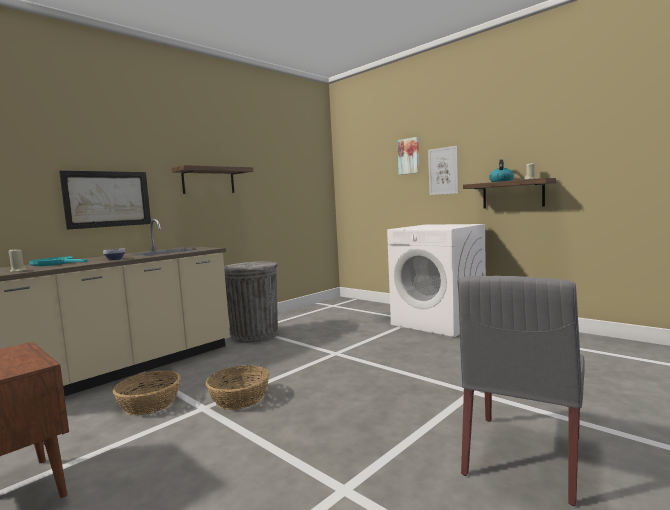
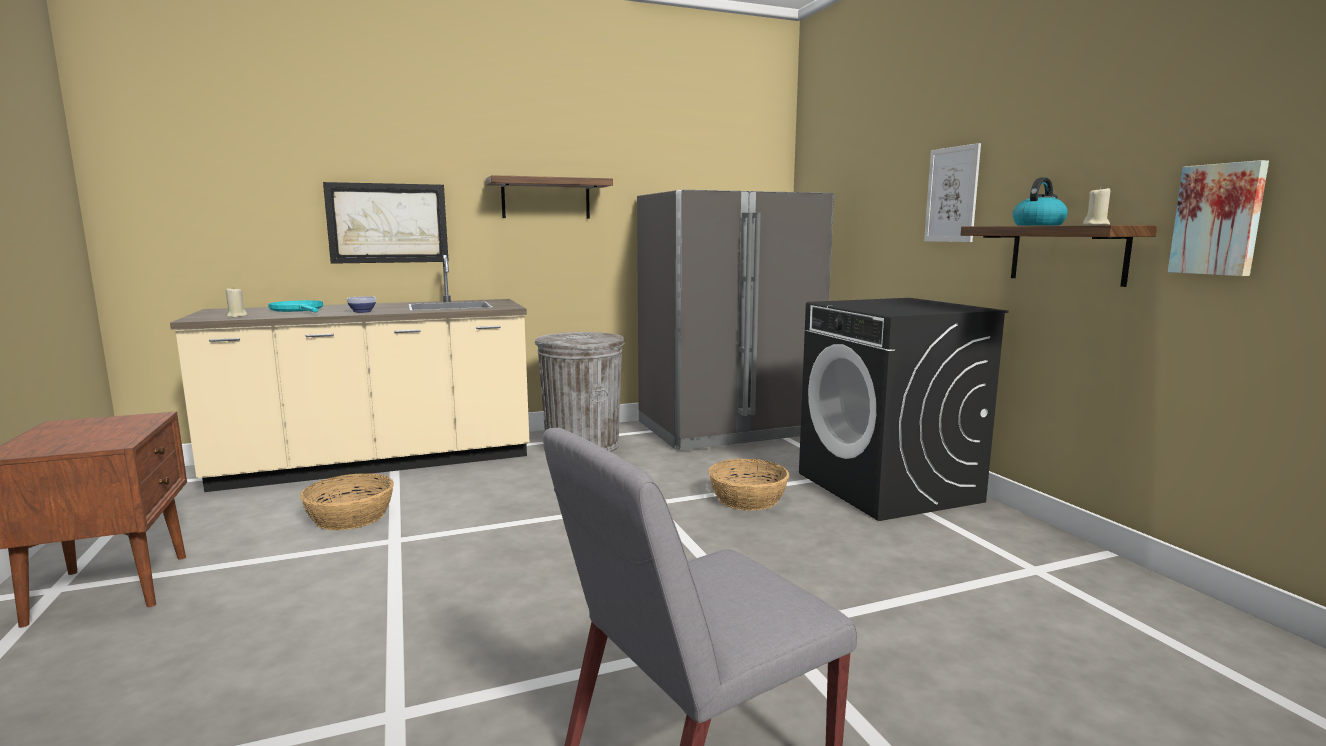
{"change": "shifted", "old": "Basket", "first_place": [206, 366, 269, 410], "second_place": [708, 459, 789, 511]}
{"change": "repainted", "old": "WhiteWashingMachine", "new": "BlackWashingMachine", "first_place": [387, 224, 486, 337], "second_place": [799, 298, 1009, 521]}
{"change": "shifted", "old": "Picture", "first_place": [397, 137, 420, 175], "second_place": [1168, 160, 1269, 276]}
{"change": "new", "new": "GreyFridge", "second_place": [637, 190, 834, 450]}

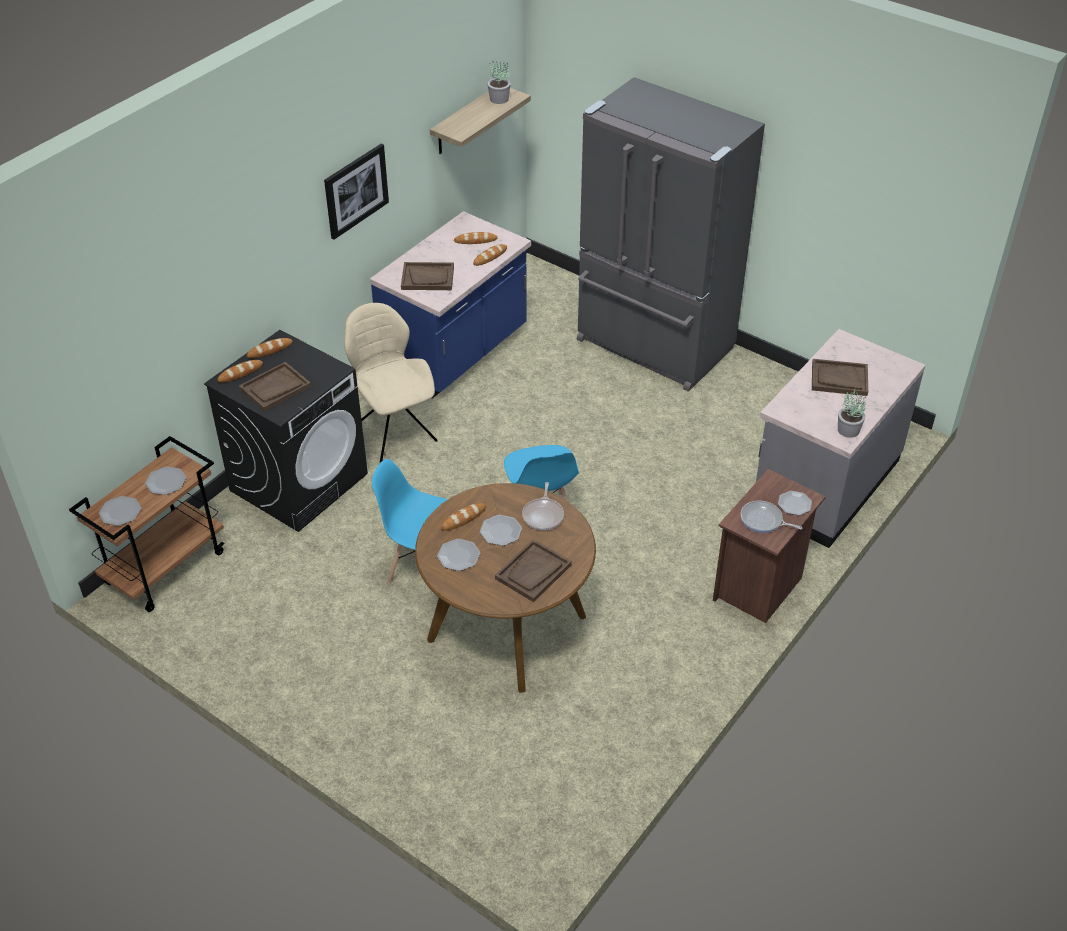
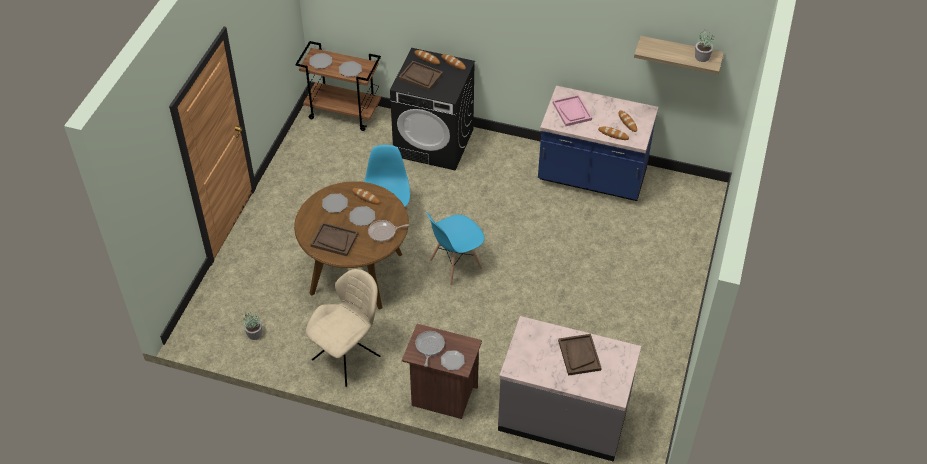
{"change": "gone", "old": "Picture", "first_place": [324, 144, 389, 240]}
{"change": "shifted", "old": "BeigeChair", "first_place": [344, 303, 438, 462], "second_place": [305, 269, 380, 387]}
{"change": "repainted", "old": "BrownTray", "new": "PinkTray", "first_place": [401, 262, 454, 290], "second_place": [553, 94, 592, 126]}
{"change": "gone", "old": "GreyFridge", "first_place": [577, 77, 765, 392]}
{"change": "shifted", "old": "PottedPlant", "first_place": [838, 388, 866, 438], "second_place": [243, 311, 262, 340]}

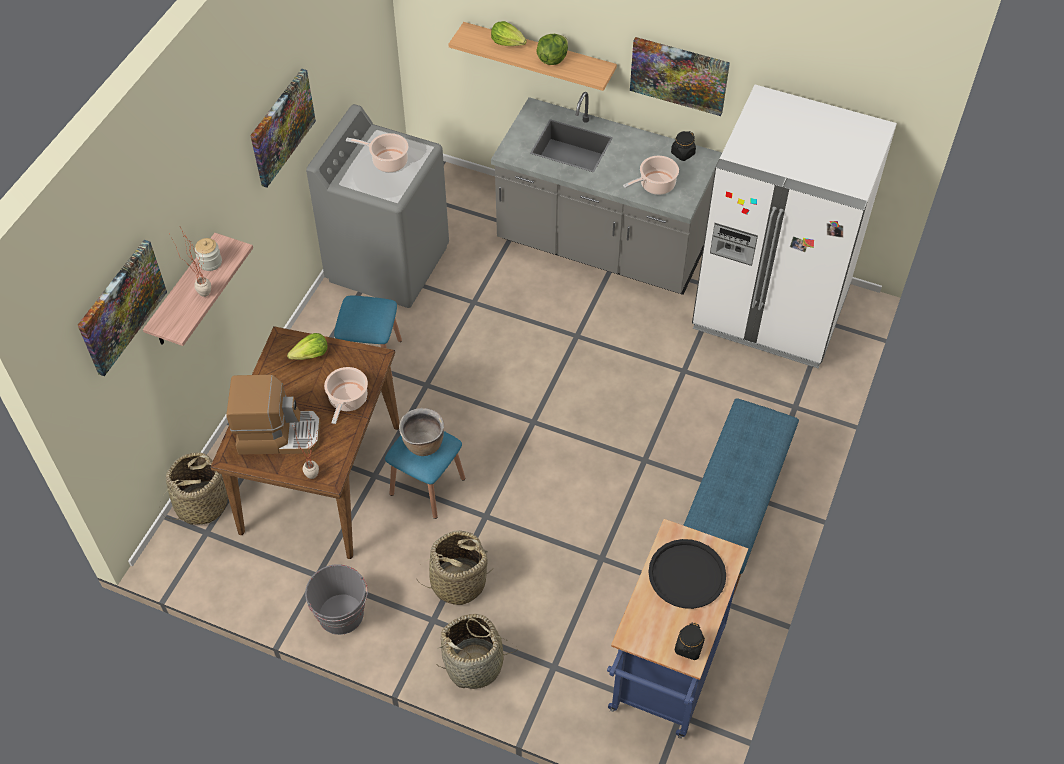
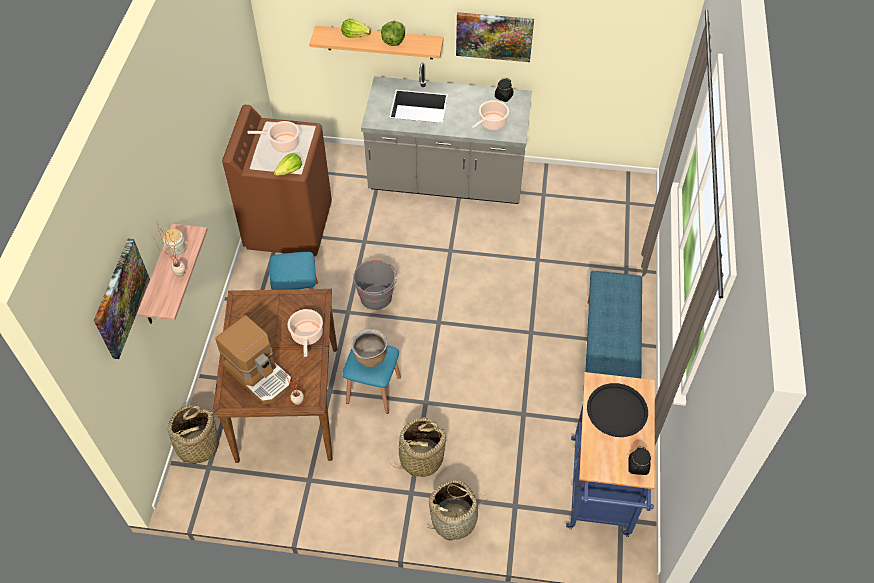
{"change": "rotated", "old": "CoffeeMachine", "first_place": [226, 375, 321, 455], "second_place": [215, 315, 292, 404], "degrees": 60}
{"change": "gone", "old": "Picture", "first_place": [250, 69, 316, 187]}
{"change": "shifted", "old": "Lettuce", "first_place": [287, 333, 328, 360], "second_place": [274, 153, 302, 176]}
{"change": "shifted", "old": "GreyBucket", "first_place": [305, 564, 368, 635], "second_place": [353, 260, 397, 310]}
{"change": "repainted", "old": "GreyWashingMachine", "new": "BrownWashingMachine", "first_place": [306, 104, 449, 308], "second_place": [222, 105, 332, 257]}
{"change": "gone", "old": "WhiteFridge", "first_place": [692, 85, 897, 368]}

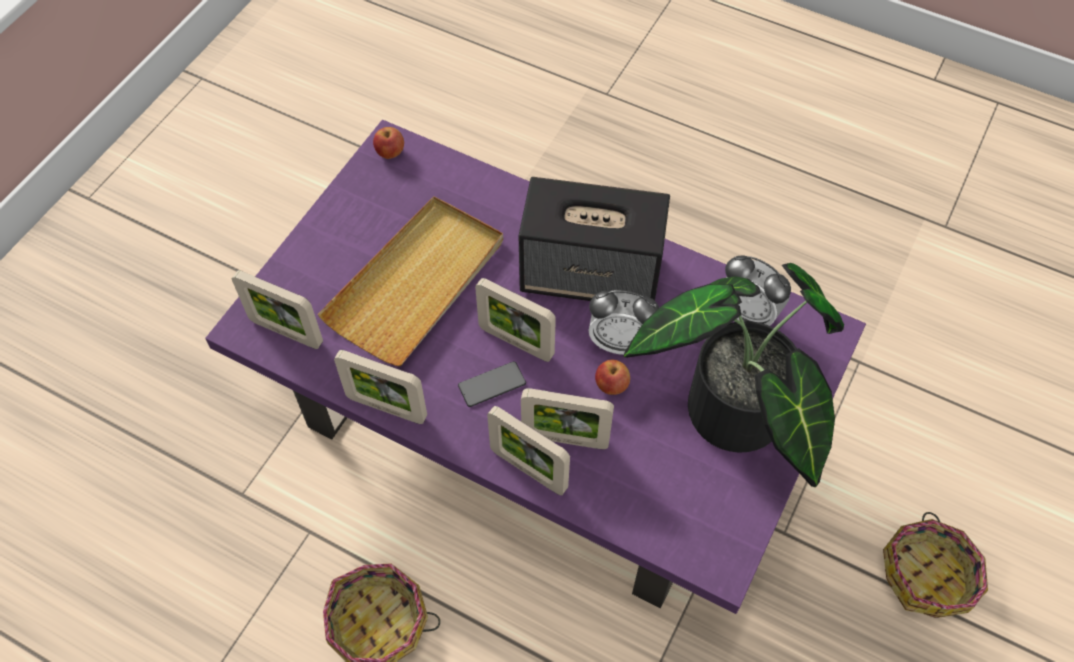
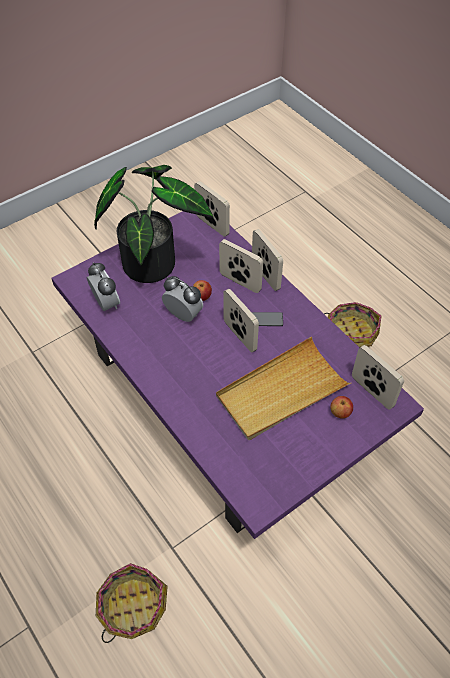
{"change": "shifted", "old": "PictureFrame", "first_place": [334, 350, 427, 424], "second_place": [194, 181, 230, 237]}
{"change": "shifted", "old": "Apple", "first_place": [373, 127, 404, 159], "second_place": [330, 396, 353, 419]}
{"change": "gone", "old": "Speaker", "first_place": [519, 177, 670, 301]}
{"change": "shifted", "old": "Basket", "first_place": [883, 512, 988, 618], "second_place": [96, 563, 168, 643]}

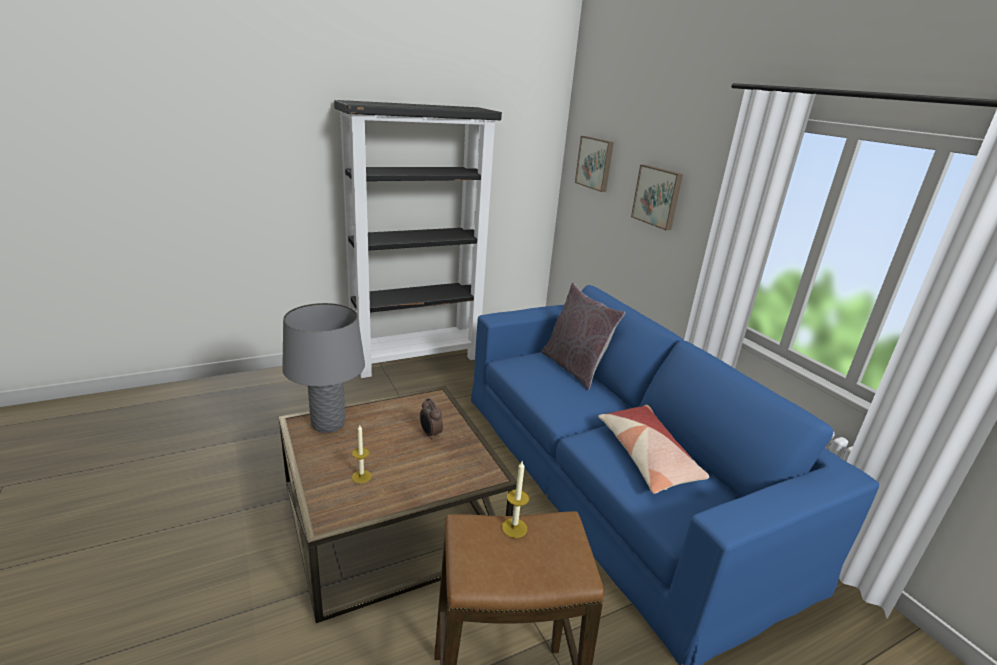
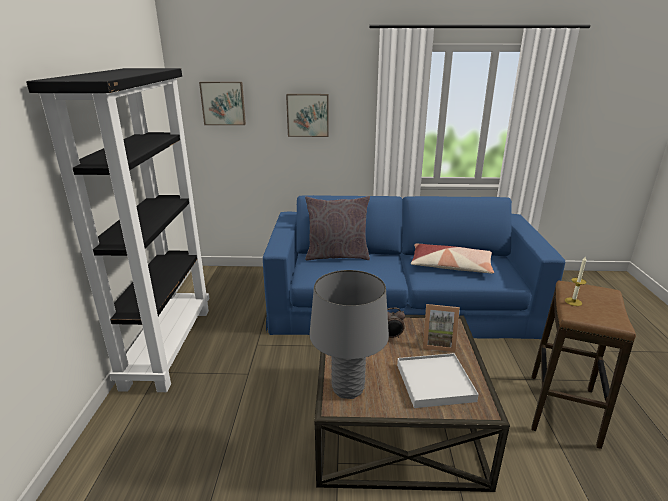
{"change": "swapped", "old": "Candle", "new": "WhiteTray", "first_place": [352, 425, 372, 483], "second_place": [397, 353, 479, 408]}
{"change": "new", "new": "PictureFrame", "second_place": [423, 304, 460, 353]}

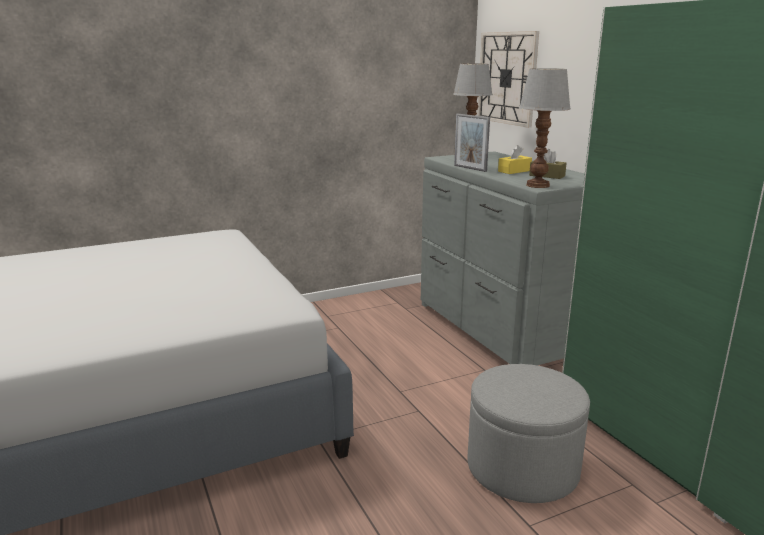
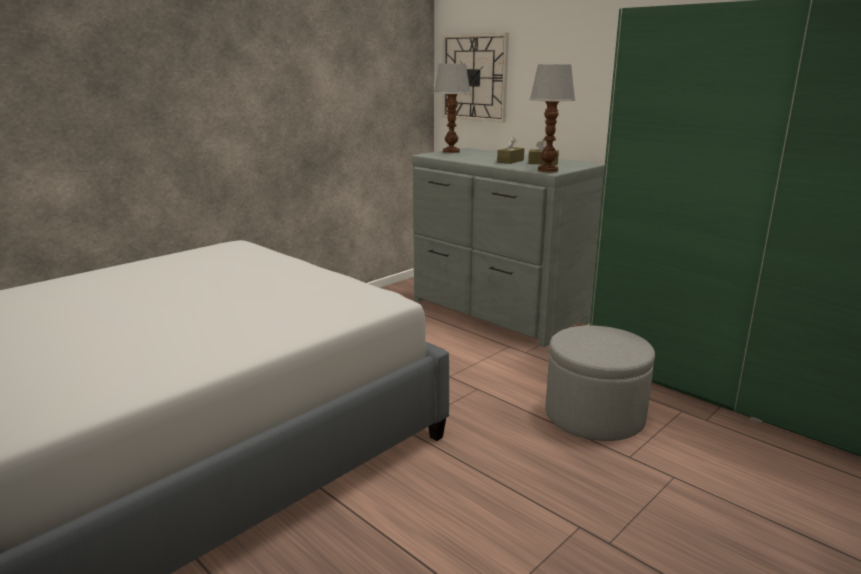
{"change": "gone", "old": "PictureFrame", "first_place": [454, 114, 490, 172]}
{"change": "repainted", "old": "YellowTissueBox", "new": "BrownTissueBox", "first_place": [498, 145, 532, 174], "second_place": [497, 137, 524, 164]}

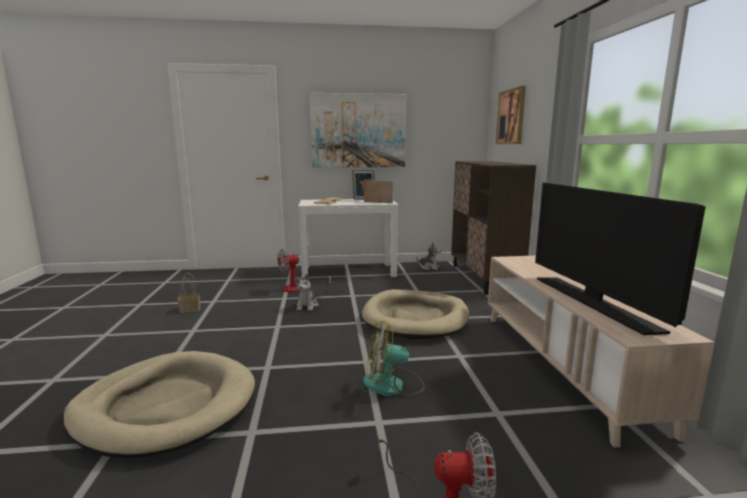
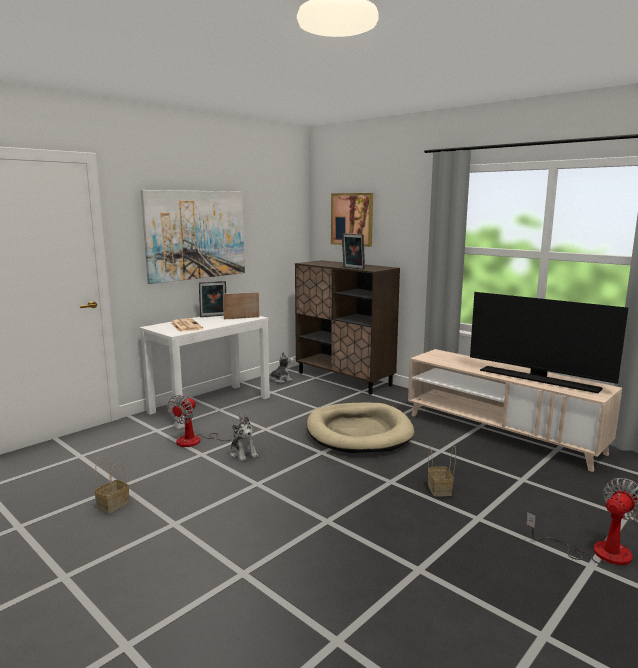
{"change": "gone", "old": "BeigeDogBed", "first_place": [63, 351, 255, 459]}
{"change": "swapped", "old": "Fan", "new": "Basket", "first_place": [363, 321, 425, 396], "second_place": [428, 446, 456, 496]}
{"change": "new", "new": "PictureFrame", "second_place": [342, 233, 365, 269]}

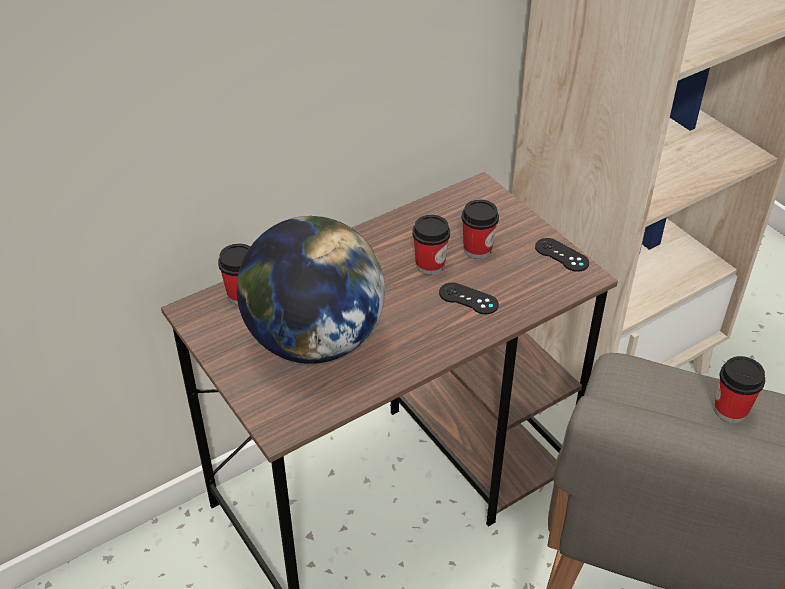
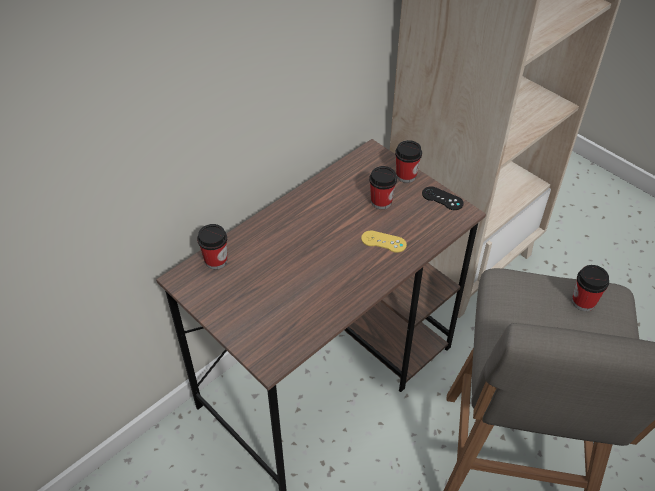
{"change": "gone", "old": "Globe", "first_place": [237, 216, 385, 364]}
{"change": "shifted", "old": "Cup", "first_place": [412, 215, 450, 275], "second_place": [395, 140, 422, 183]}
{"change": "repainted", "old": "BlackGameController", "new": "YellowGameController", "first_place": [439, 283, 499, 314], "second_place": [361, 231, 407, 253]}

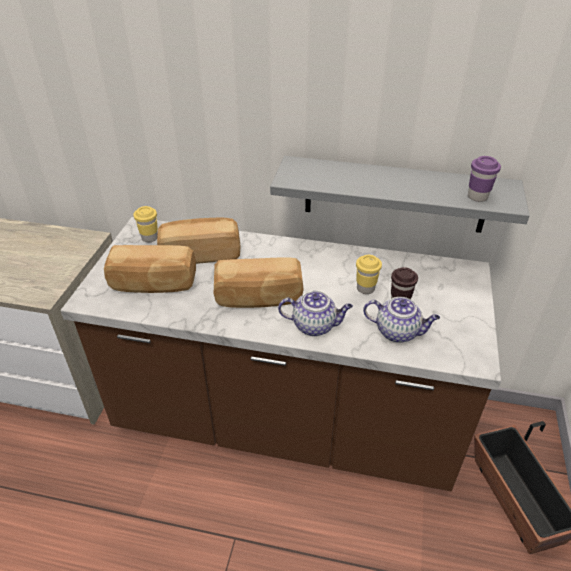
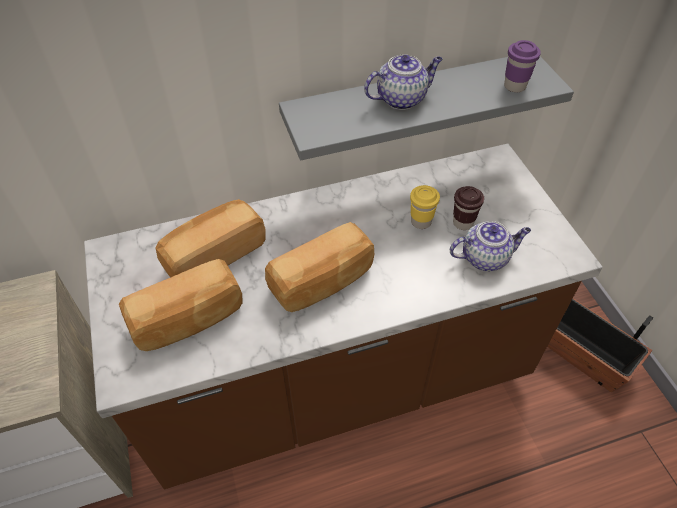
{"change": "gone", "old": "YellowCup", "first_place": [133, 206, 158, 242]}
{"change": "shifted", "old": "Teapot", "first_place": [278, 291, 353, 336], "second_place": [364, 54, 443, 110]}

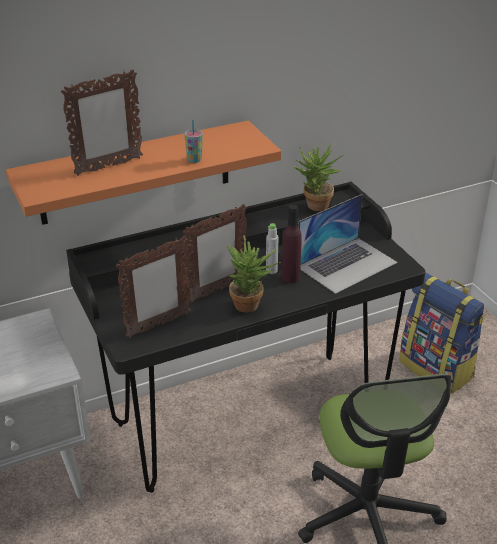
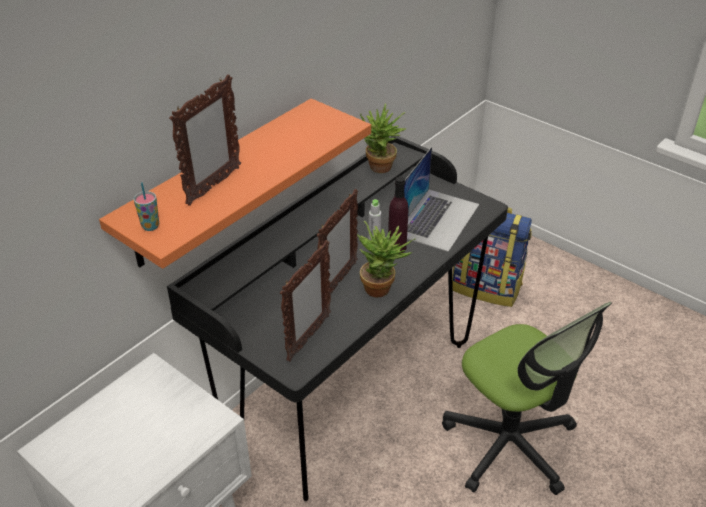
{"change": "shifted", "old": "Cup", "first_place": [184, 119, 203, 163], "second_place": [134, 182, 159, 231]}

